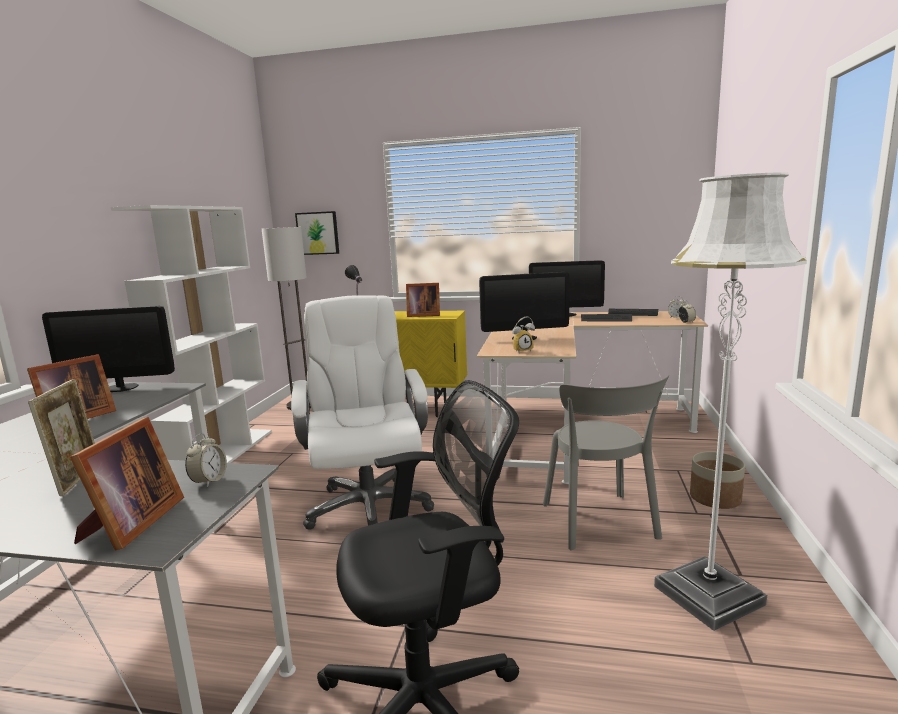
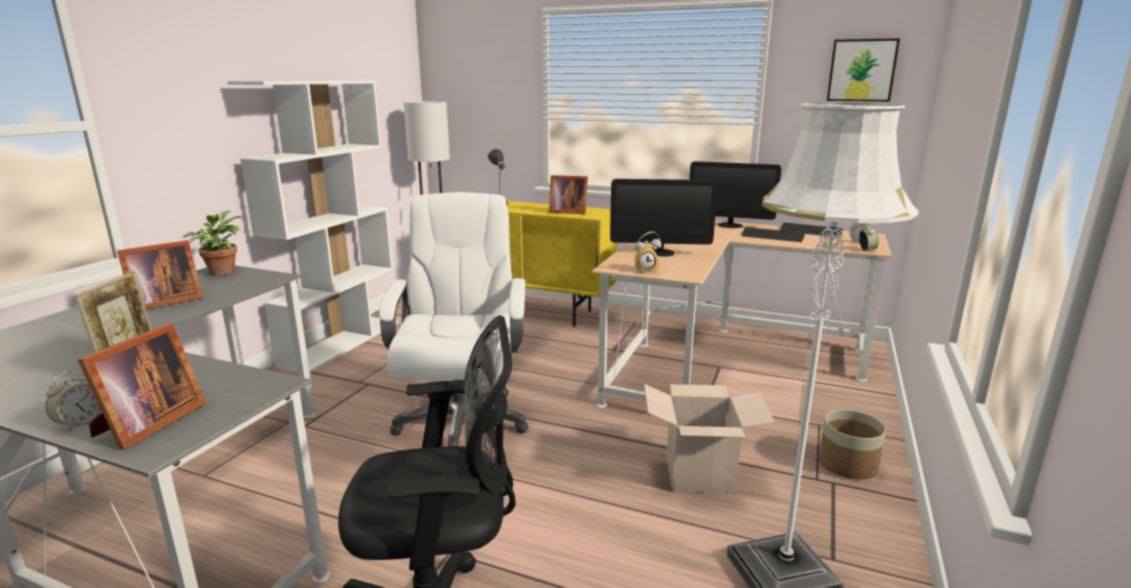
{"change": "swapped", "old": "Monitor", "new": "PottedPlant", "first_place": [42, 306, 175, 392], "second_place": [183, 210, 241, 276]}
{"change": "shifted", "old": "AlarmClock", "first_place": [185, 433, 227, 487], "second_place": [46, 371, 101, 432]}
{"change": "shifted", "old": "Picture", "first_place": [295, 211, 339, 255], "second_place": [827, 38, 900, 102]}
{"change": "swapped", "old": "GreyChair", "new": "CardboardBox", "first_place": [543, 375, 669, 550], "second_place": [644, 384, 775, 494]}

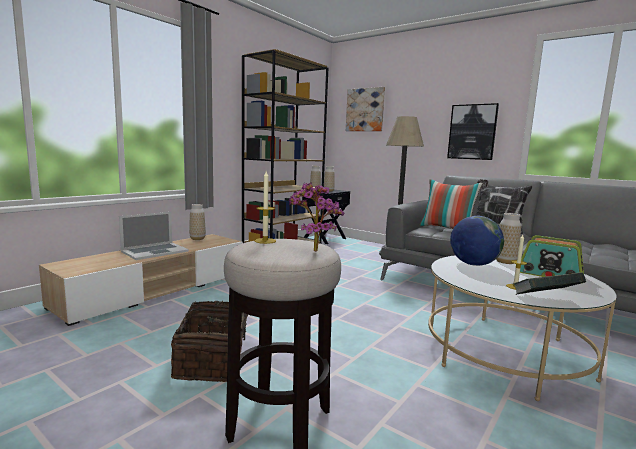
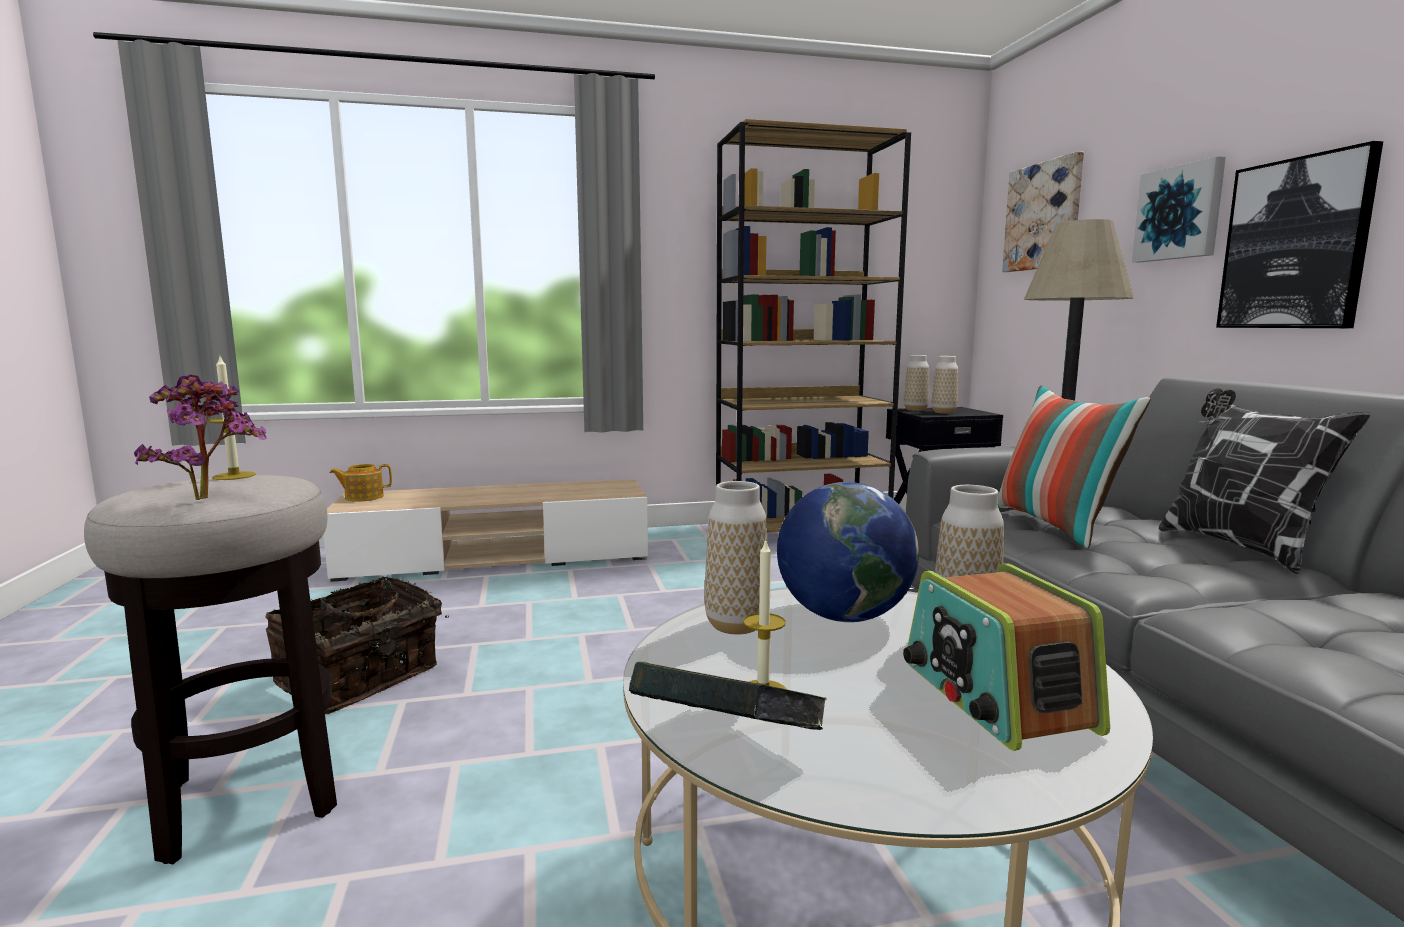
{"change": "gone", "old": "Laptop", "first_place": [119, 212, 189, 260]}
{"change": "shifted", "old": "Vase", "first_place": [189, 204, 206, 240], "second_place": [704, 481, 768, 635]}
{"change": "new", "new": "Teapot", "second_place": [330, 464, 392, 502]}
{"change": "new", "new": "Picture", "second_place": [1132, 156, 1226, 262]}

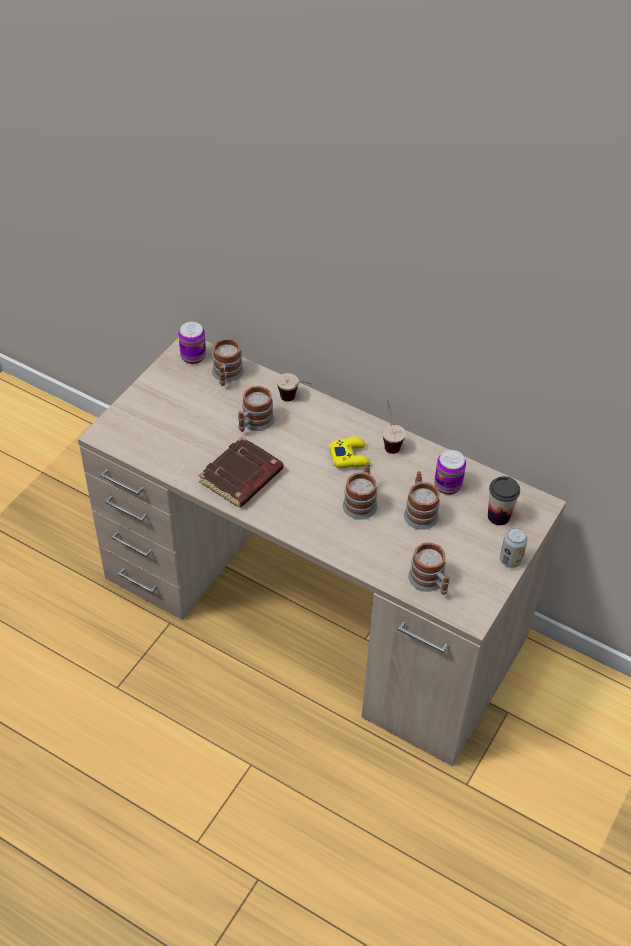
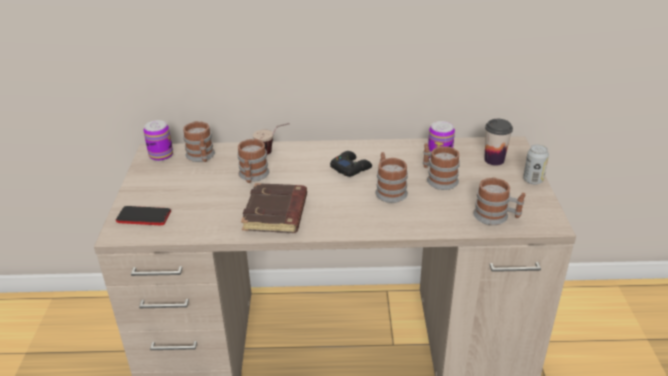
{"change": "repainted", "old": "YellowGameController", "new": "BlackGameController", "first_place": [329, 437, 371, 468], "second_place": [330, 151, 372, 177]}
{"change": "gone", "old": "Cup", "first_place": [382, 400, 406, 454]}
{"change": "new", "new": "Phone", "second_place": [116, 206, 171, 225]}

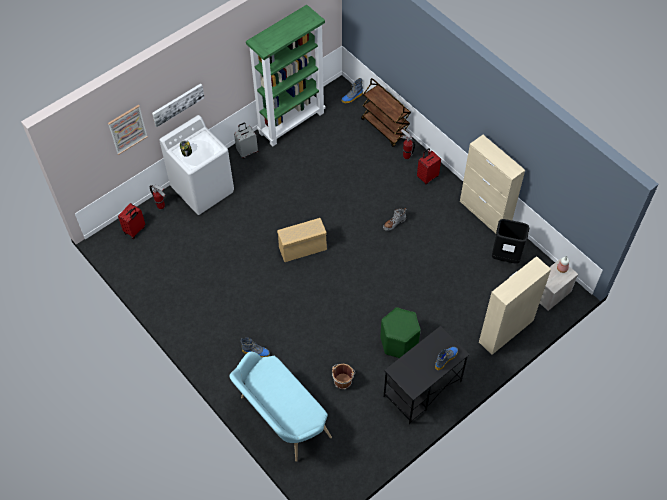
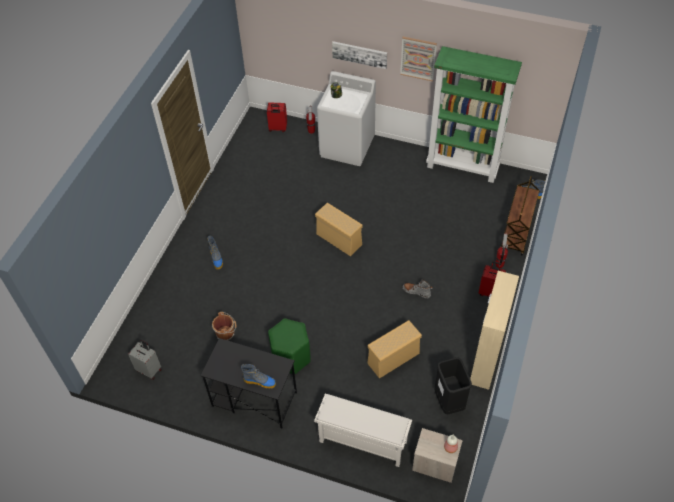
{"change": "shifted", "old": "Picture", "first_place": [108, 105, 148, 155], "second_place": [400, 37, 437, 81]}
{"change": "gone", "old": "TurquoiseBench", "first_place": [229, 352, 332, 462]}
{"change": "shifted", "old": "GreySuitcase", "first_place": [234, 122, 258, 158], "second_place": [128, 340, 161, 380]}
{"change": "swapped", "old": "BeigeCabinet", "new": "WhiteShoeRack", "first_place": [479, 256, 551, 355], "second_place": [314, 394, 412, 467]}
{"change": "new", "new": "BeigeStorageBox", "second_place": [367, 320, 422, 378]}

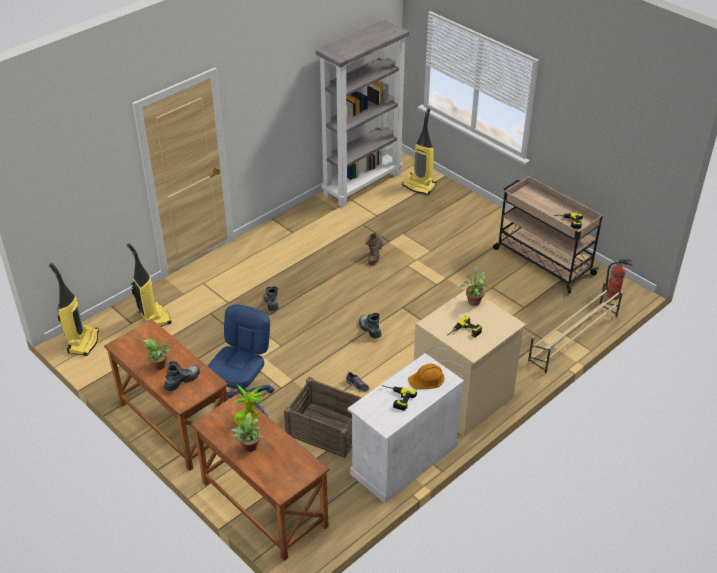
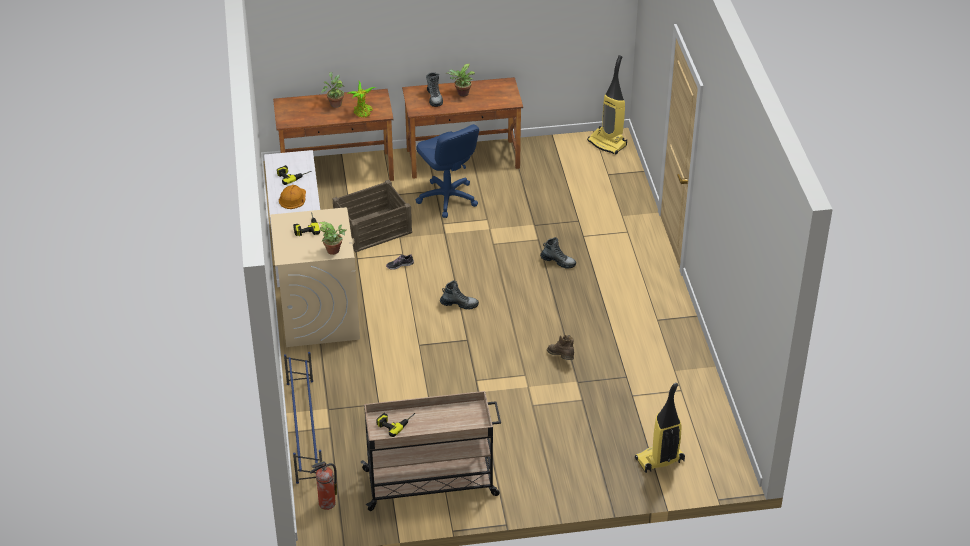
{"change": "gone", "old": "VacuumCleaner", "first_place": [127, 244, 172, 327]}
{"change": "gone", "old": "GreyBookcase", "first_place": [316, 20, 409, 207]}
{"change": "repainted", "old": "BeigeShoeRack", "new": "BlueShoeRack", "first_place": [528, 281, 623, 374], "second_place": [284, 352, 322, 484]}

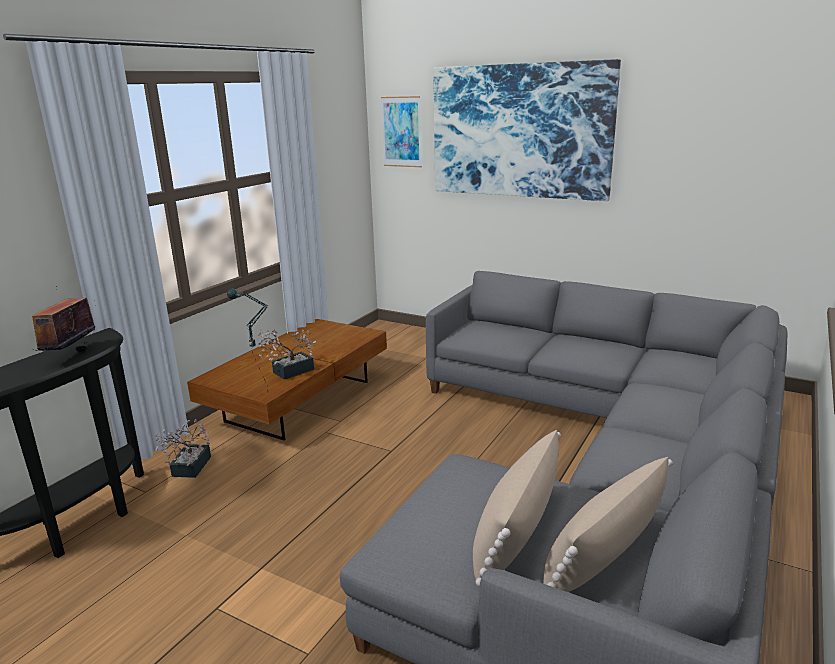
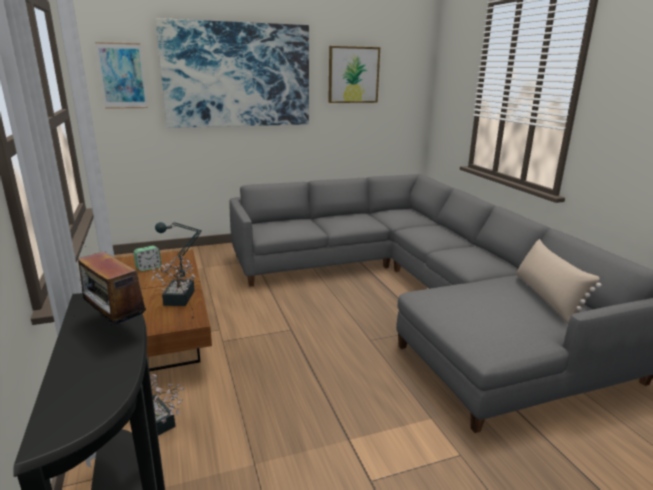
{"change": "gone", "old": "BeigePillow", "first_place": [473, 430, 561, 587]}
{"change": "new", "new": "AlarmClock", "second_place": [134, 246, 162, 271]}
{"change": "new", "new": "Picture", "second_place": [328, 46, 380, 103]}

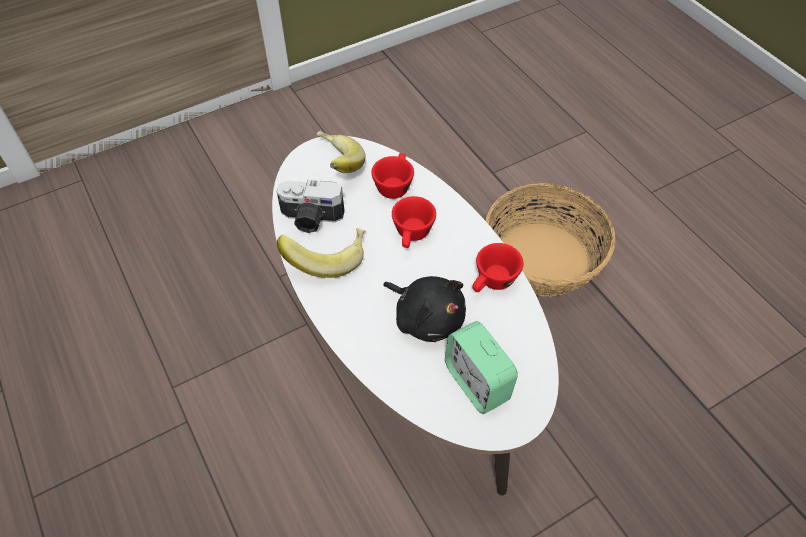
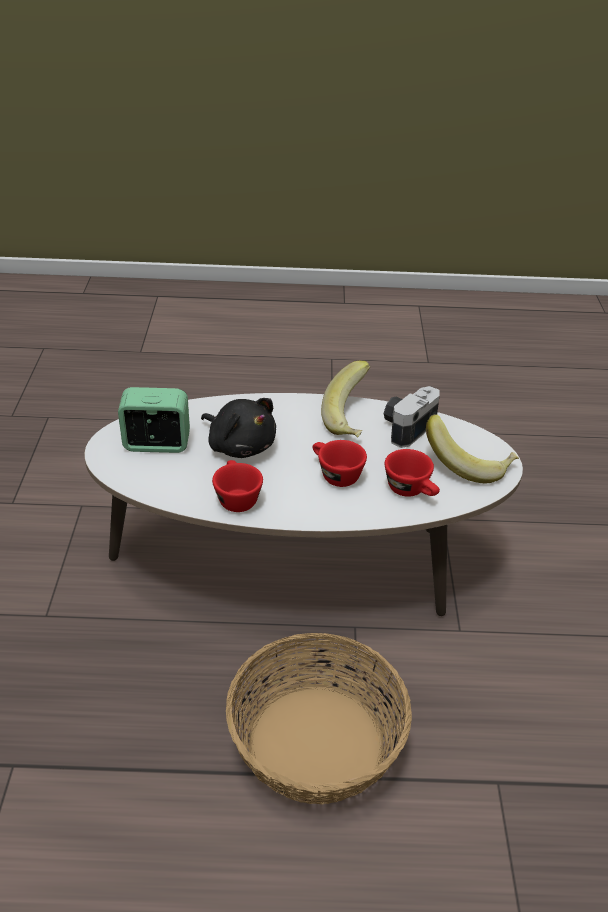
{"change": "rotated", "old": "BlackPlushToy", "first_place": [383, 276, 466, 342], "second_place": [201, 398, 276, 458], "degrees": -120}

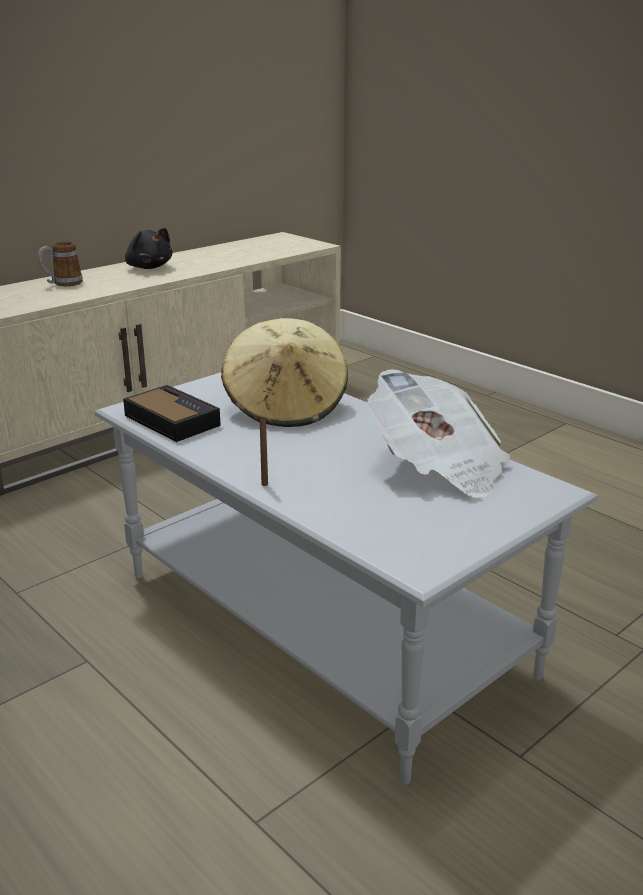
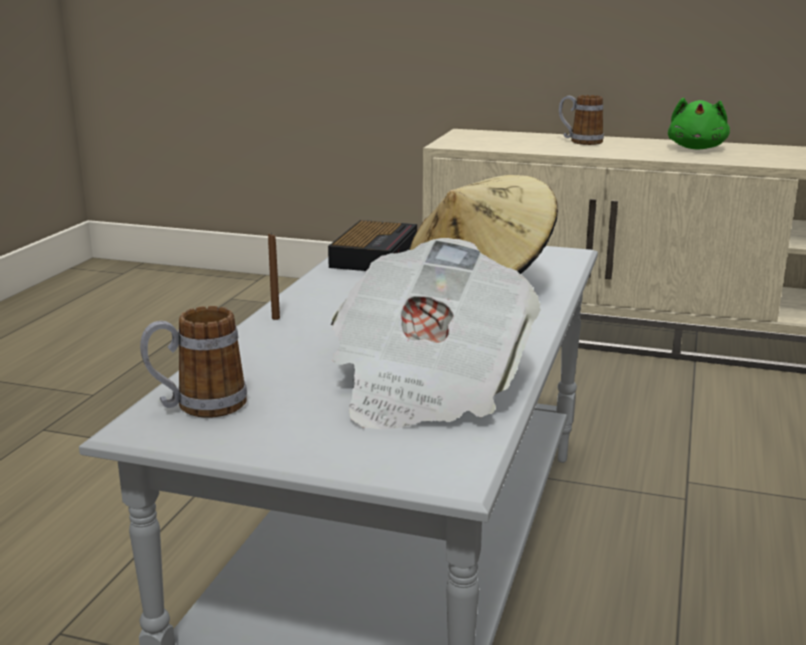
{"change": "repainted", "old": "BlackPlushToy", "new": "GreenPlushToy", "first_place": [125, 228, 172, 269], "second_place": [668, 98, 730, 150]}
{"change": "new", "new": "Mug", "second_place": [140, 306, 247, 418]}

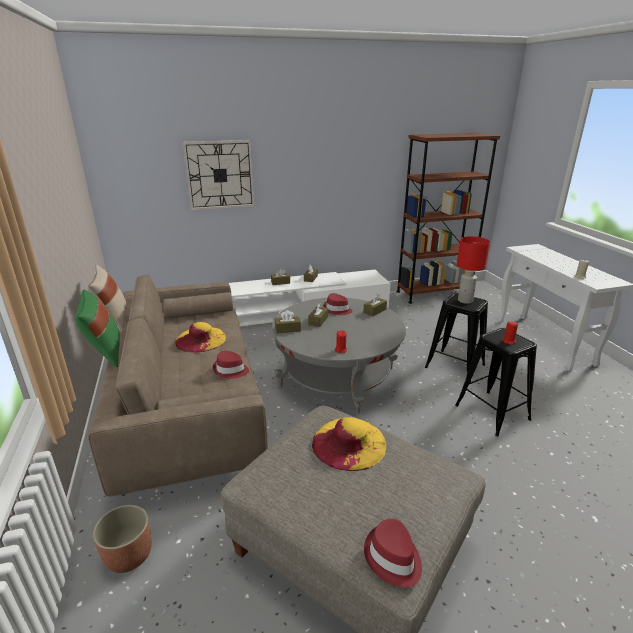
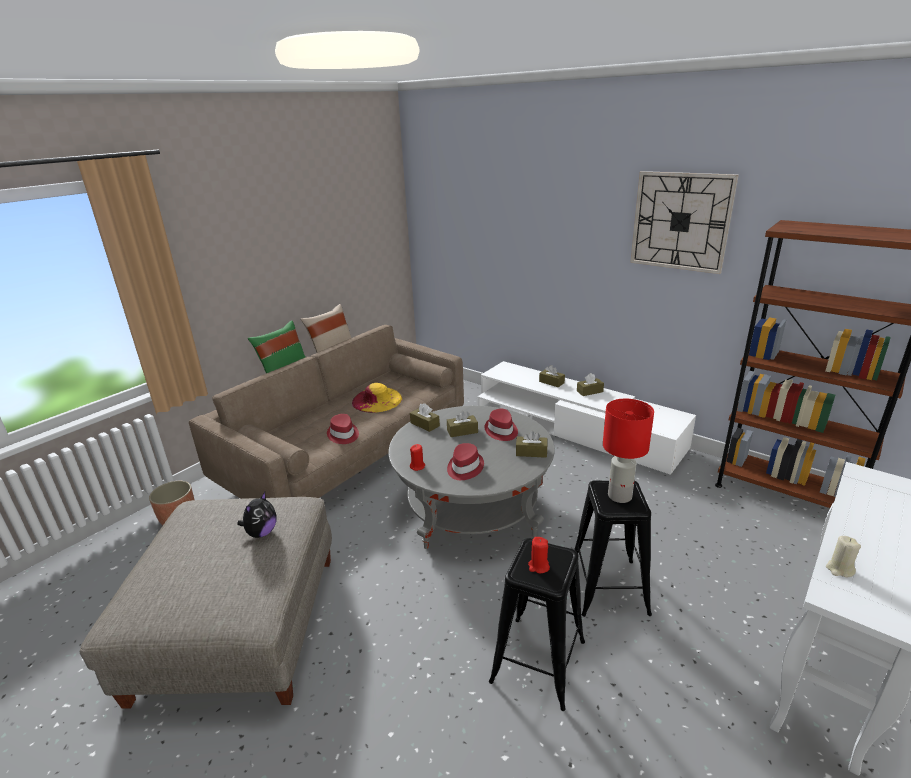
{"change": "shifted", "old": "WallClock", "first_place": [183, 140, 255, 210], "second_place": [630, 171, 739, 274]}
{"change": "swapped", "old": "YellowHat", "new": "PlushToy", "first_place": [312, 417, 386, 471], "second_place": [237, 492, 277, 538]}
{"change": "shifted", "old": "RedHat", "first_place": [364, 519, 422, 587], "second_place": [447, 443, 484, 480]}

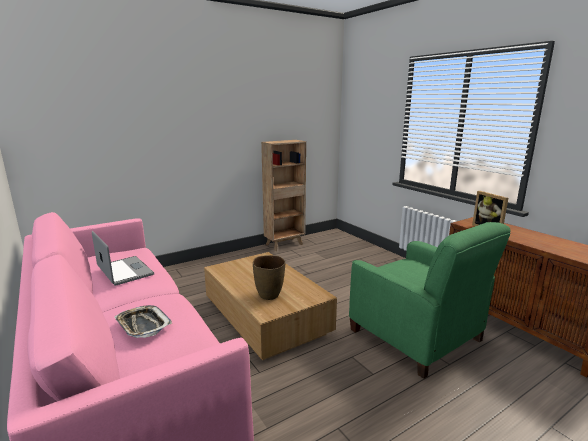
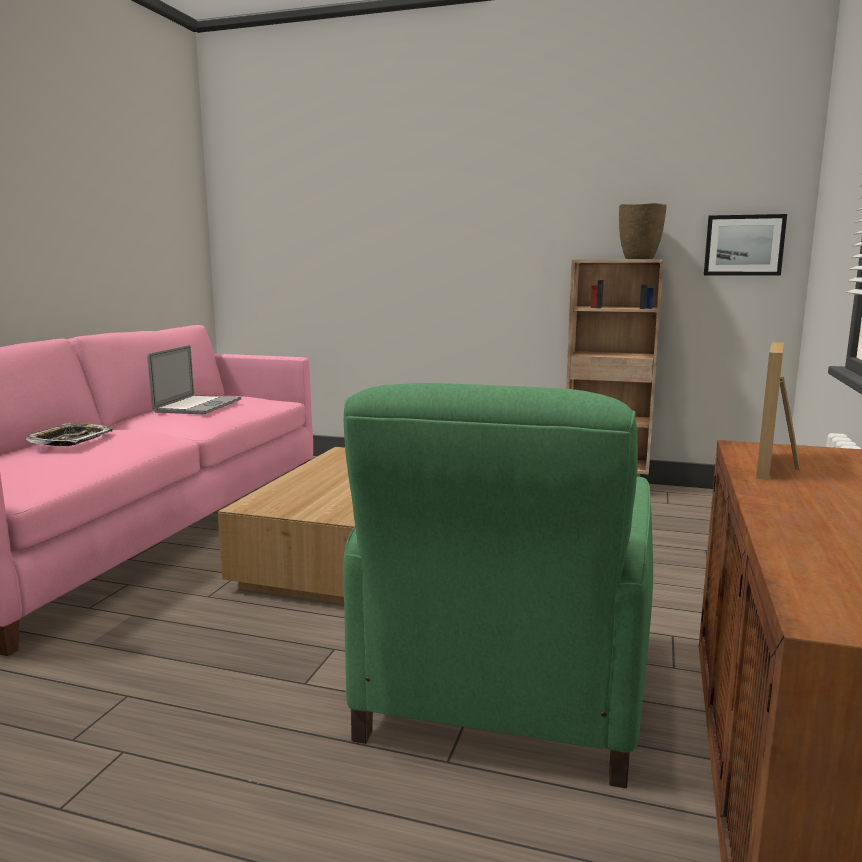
{"change": "shifted", "old": "BrownVase", "first_place": [253, 255, 285, 300], "second_place": [619, 203, 667, 259]}
{"change": "new", "new": "Picture", "second_place": [704, 214, 787, 276]}

